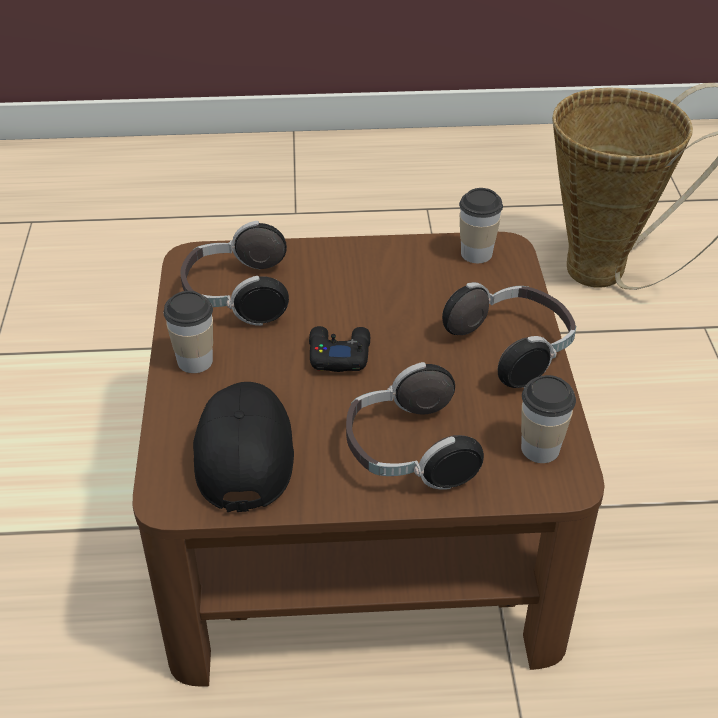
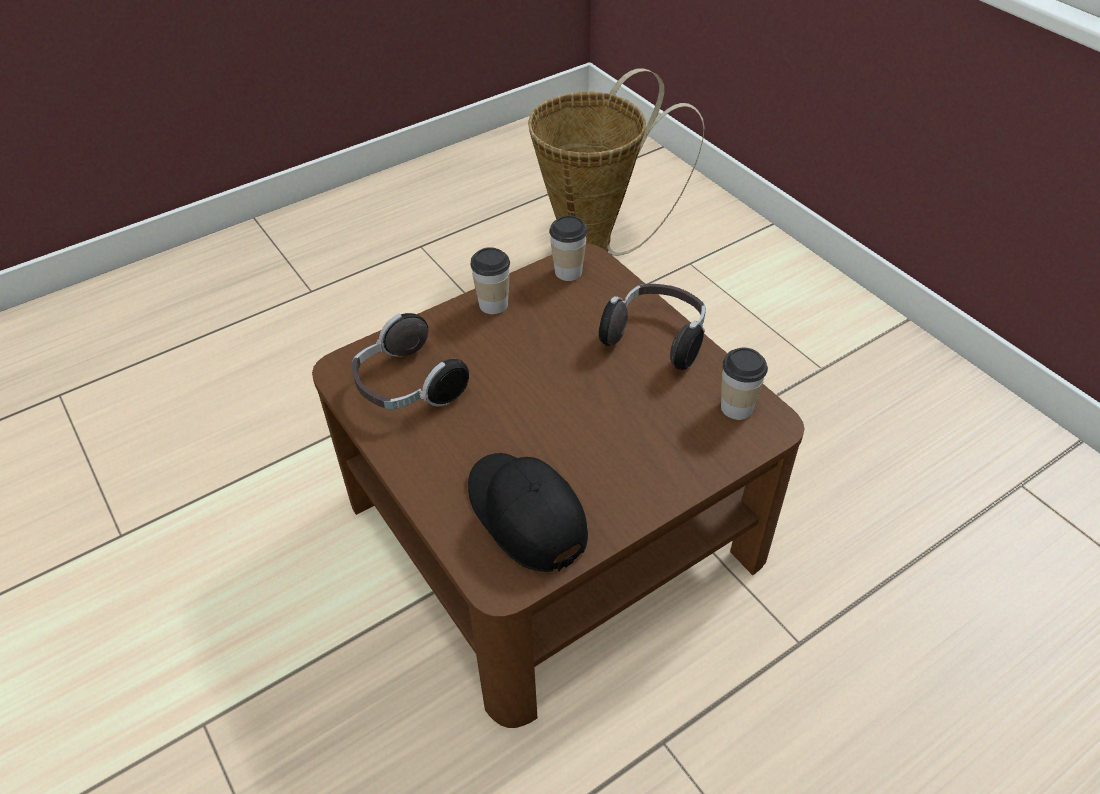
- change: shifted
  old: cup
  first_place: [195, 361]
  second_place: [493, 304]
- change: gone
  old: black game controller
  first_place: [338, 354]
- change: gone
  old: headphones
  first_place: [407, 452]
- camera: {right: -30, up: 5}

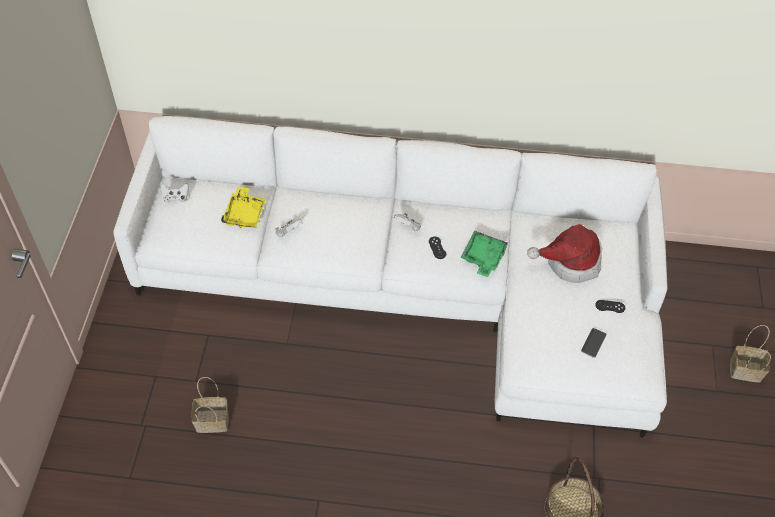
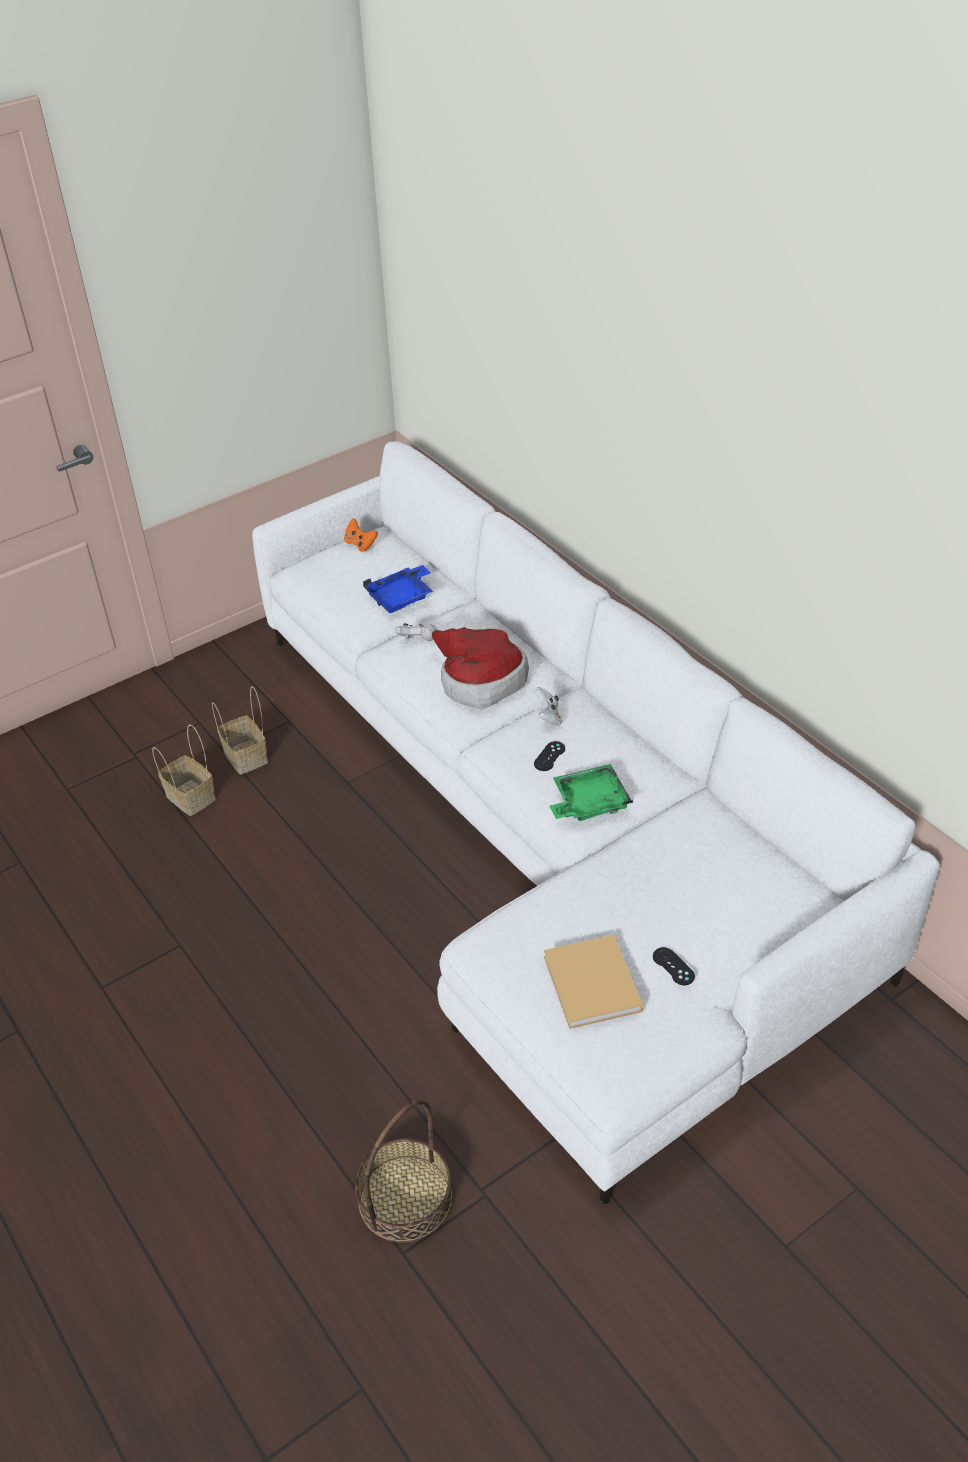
- change: shifted
  old: basket
  first_place: [746, 370]
  second_place: [247, 757]
- change: repainted
  old: white game controller
  new: orange game controller
  first_place: [176, 197]
  second_place: [360, 544]
- change: repainted
  old: yellow tray
  new: blue tray
  first_place: [245, 214]
  second_place: [401, 597]
- change: shifted
  old: hat
  first_place: [569, 261]
  second_place: [477, 680]
- change: swapped
  old: phone
  new: beige book
  first_place: [593, 343]
  second_place: [593, 986]
- camera: {right: 50, up: -10}

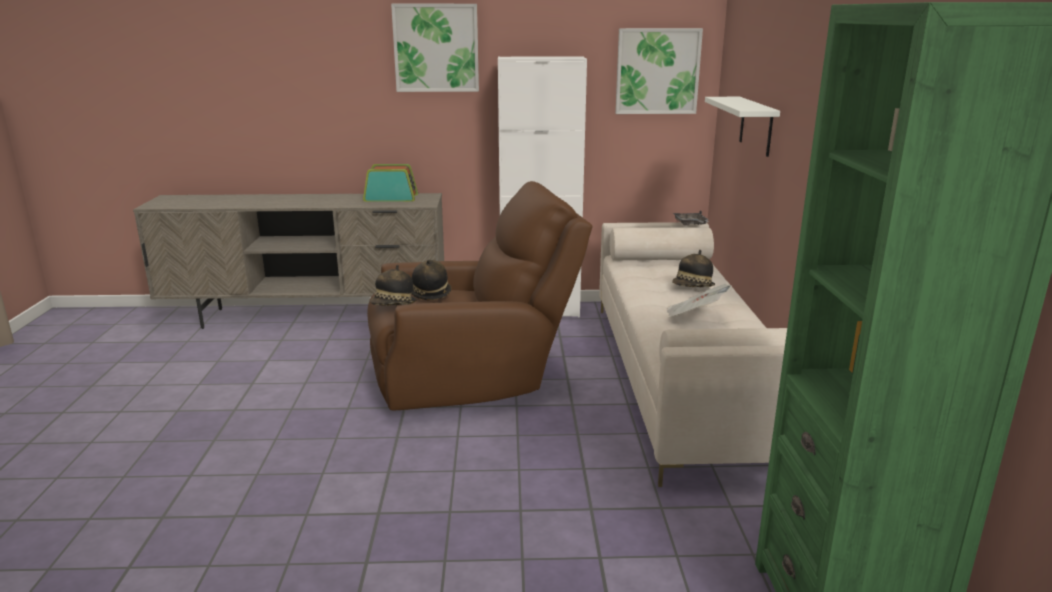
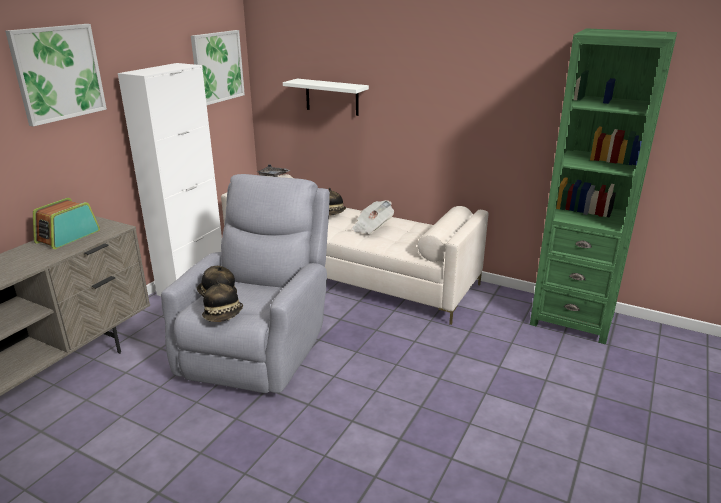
- change: repainted
  old: brown armchair
  new: grey armchair
  first_place: [473, 377]
  second_place: [259, 344]
- camera: {right: -60, up: 5}

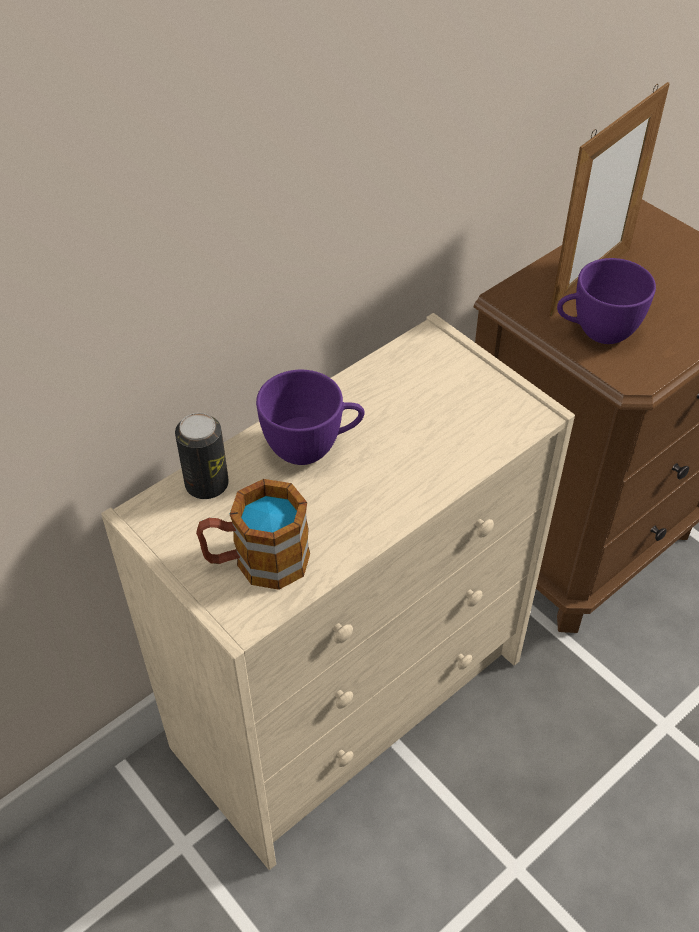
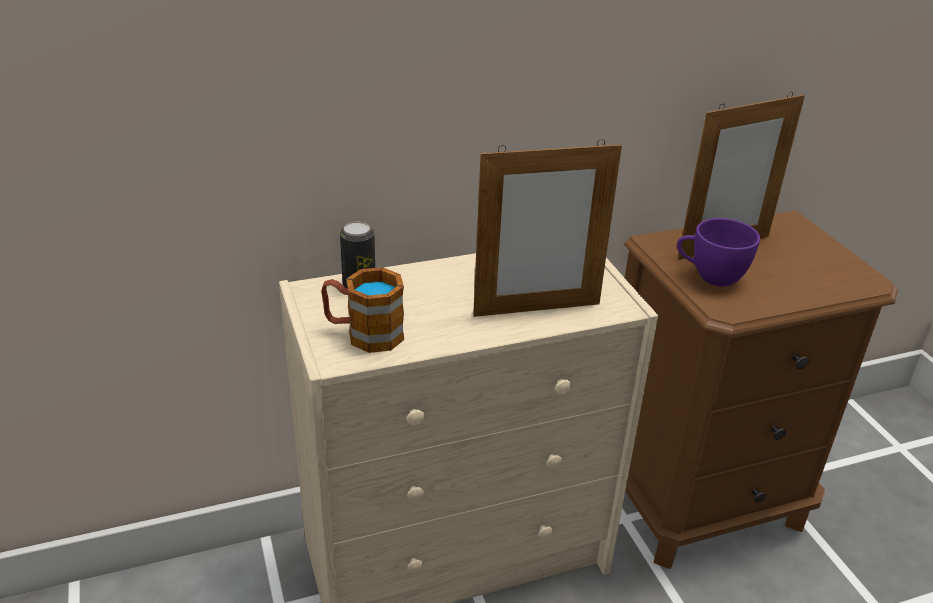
- change: new
  new: picture frame
  second_place: [537, 309]
- change: gone
  old: purple cup
  first_place: [312, 447]
- camera: {right: 20, up: -15}

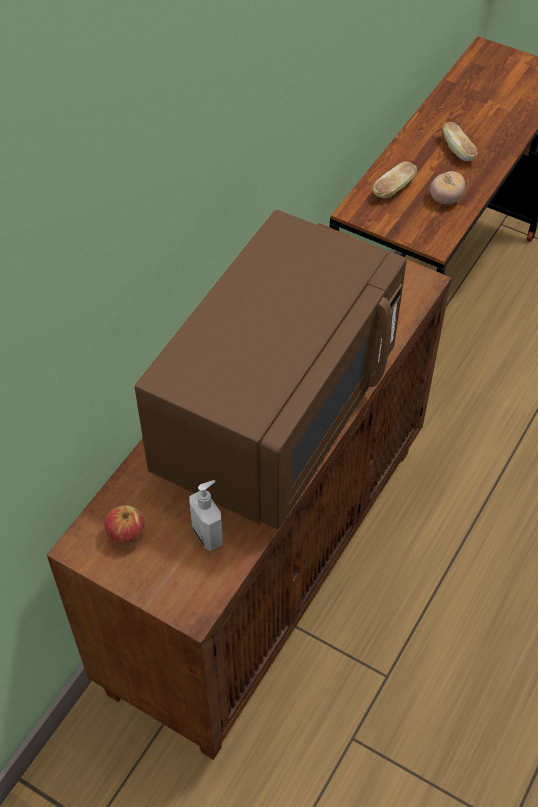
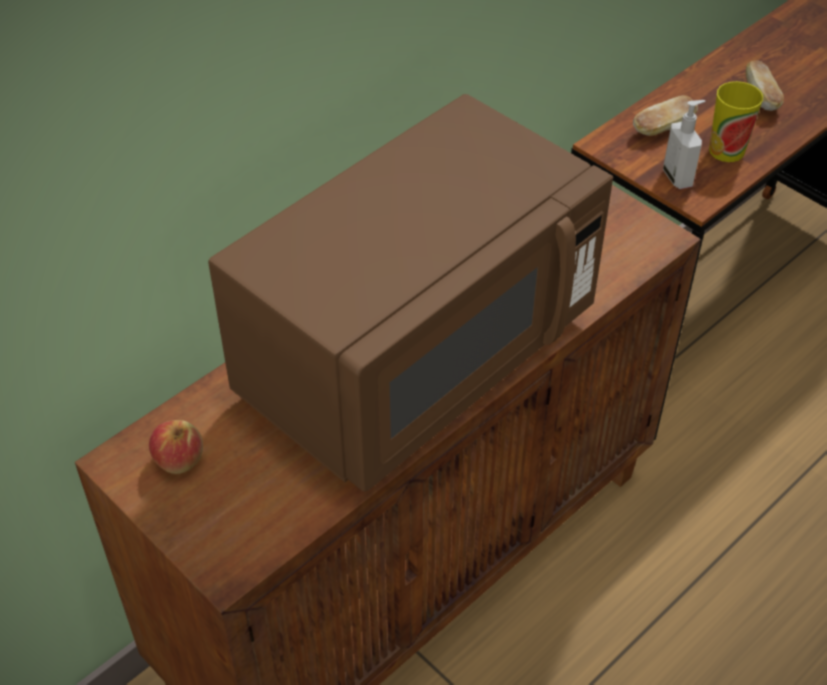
- change: shifted
  old: soap dispenser
  first_place: [208, 535]
  second_place: [678, 178]
- change: swapped
  old: tomato
  new: cup
  first_place: [445, 199]
  second_place: [726, 150]
- camera: {right: 15, up: -5}

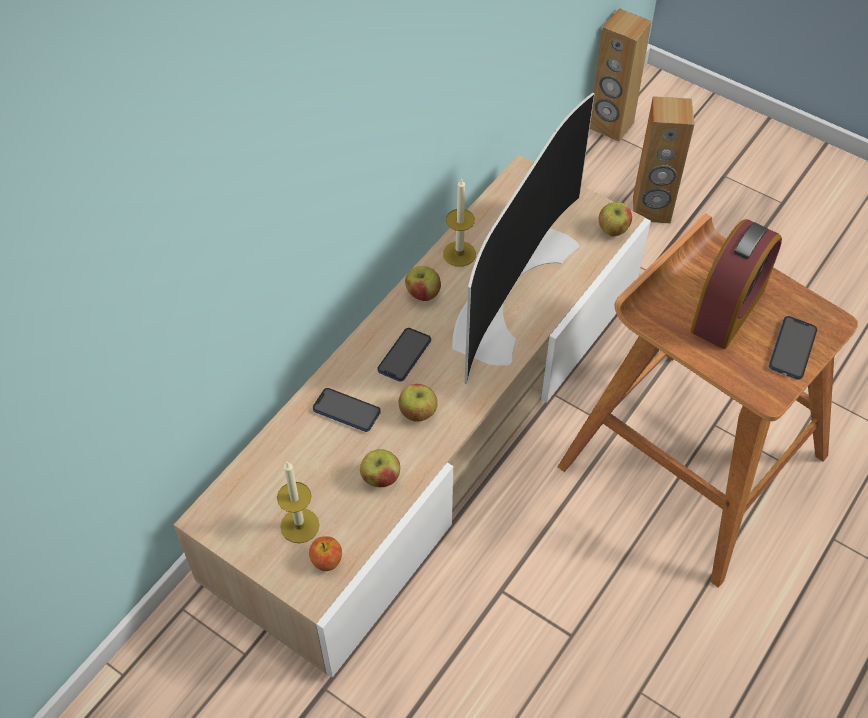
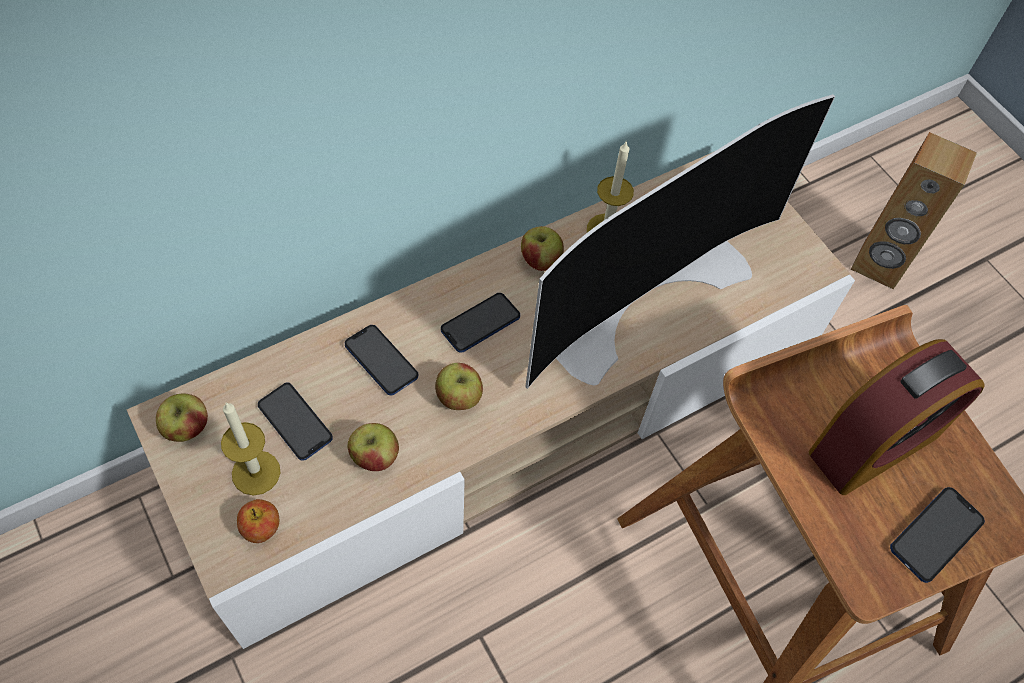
- change: shifted
  old: apple
  first_place: [613, 230]
  second_place: [187, 428]
- change: new
  new: phone
  second_place: [295, 422]
- change: gone
  old: brown speaker
  first_place: [610, 125]
- camera: {right: 20, up: 5}

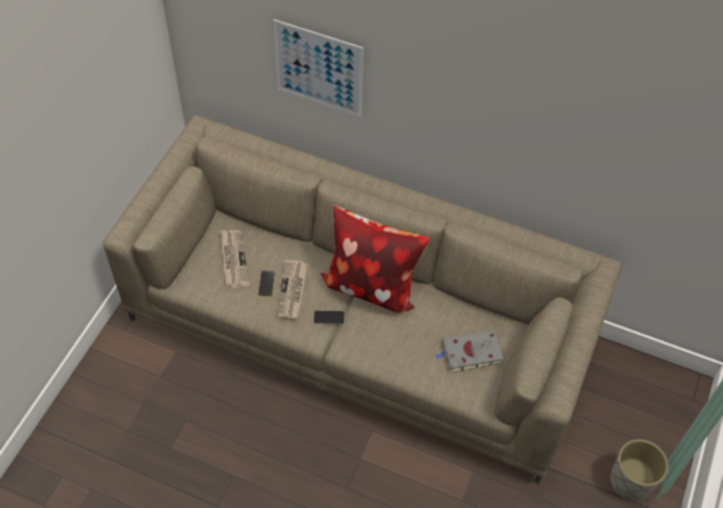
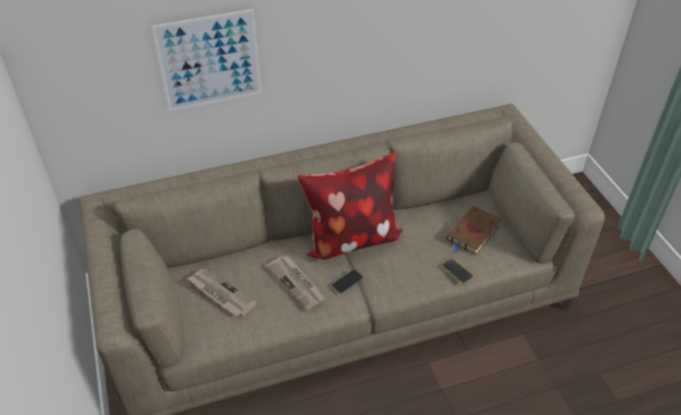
- change: shifted
  old: phone
  first_place: [266, 283]
  second_place: [457, 271]
- change: repainted
  old: grey book
  new: brown book
  first_place: [469, 353]
  second_place: [473, 234]
- change: gone
  old: grey planter
  first_place: [631, 482]
- camera: {right: -40, up: -10}

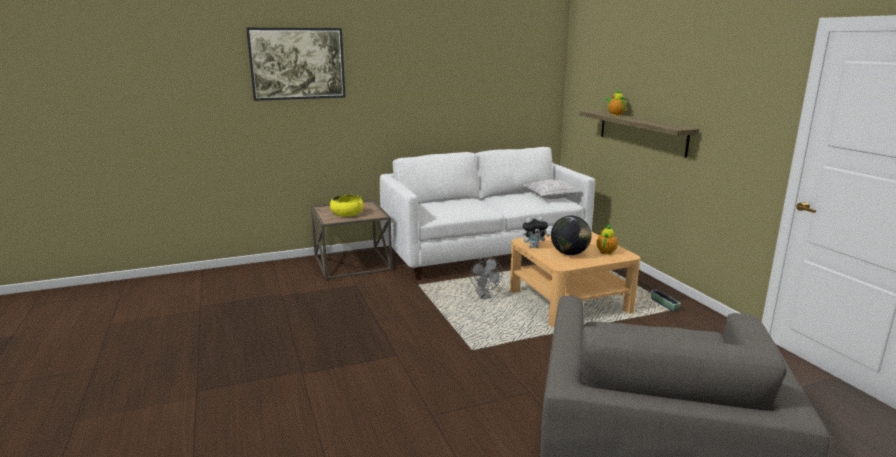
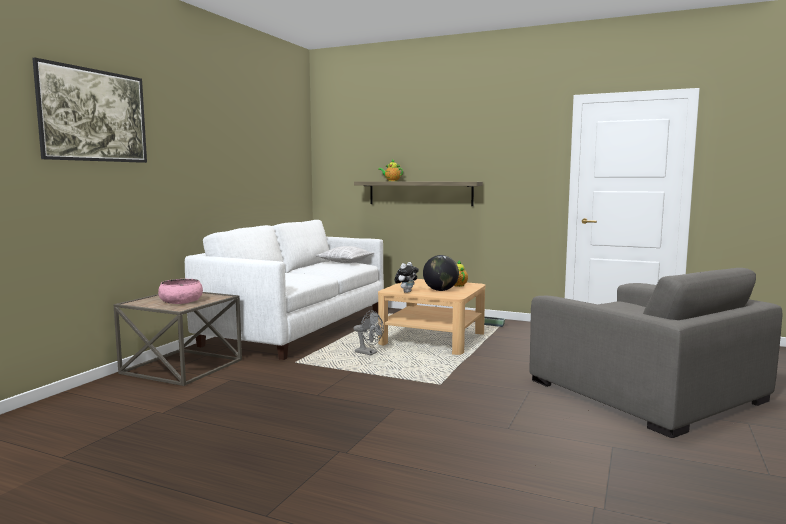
- change: repainted
  old: yellow bowl
  new: pink bowl
  first_place: [347, 213]
  second_place: [181, 301]
- camera: {right: -45, up: -10}

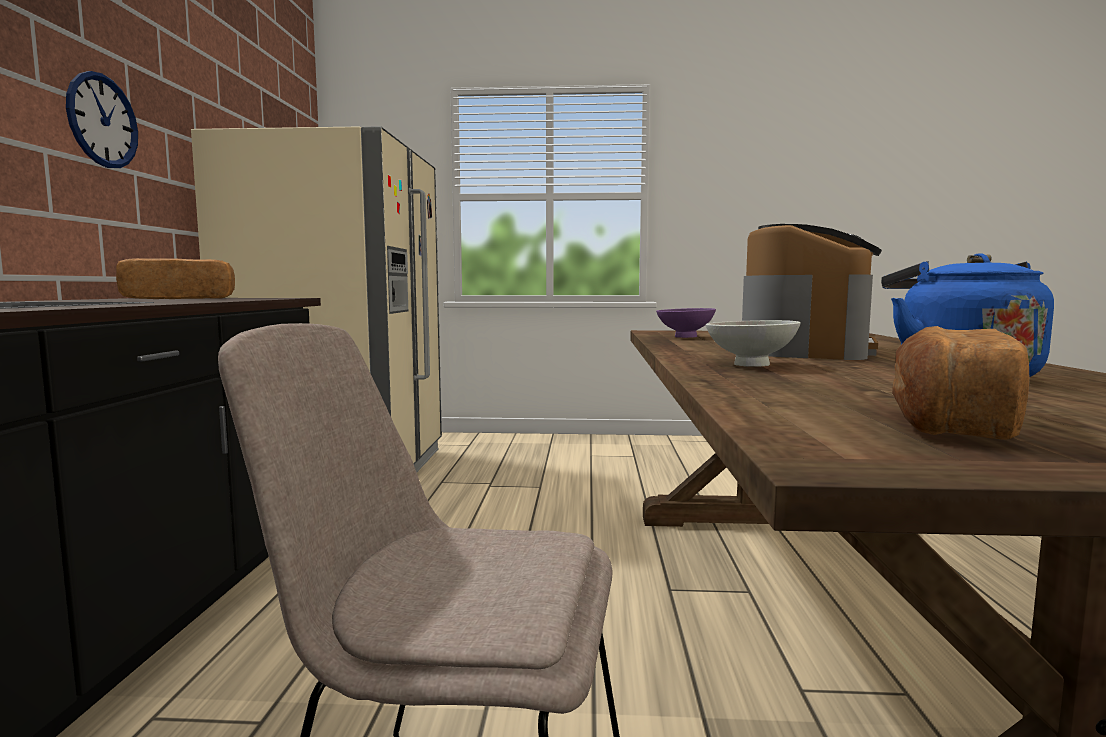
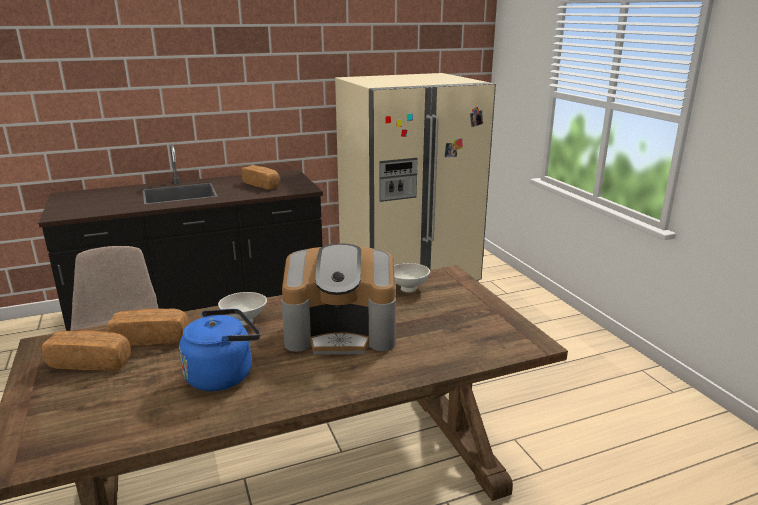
- change: new
  new: bread
  second_place: [151, 338]
- change: repainted
  old: purple bowl
  new: white bowl
  first_place: [685, 337]
  second_place: [407, 288]
- change: gone
  old: wall clock
  first_place: [102, 121]
- camera: {right: 65, up: 15}

